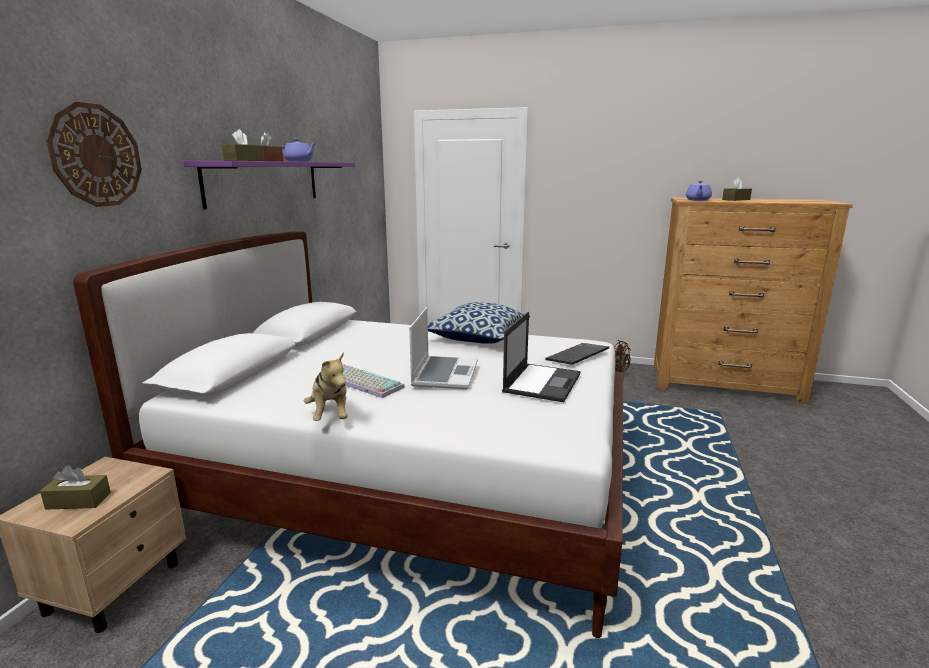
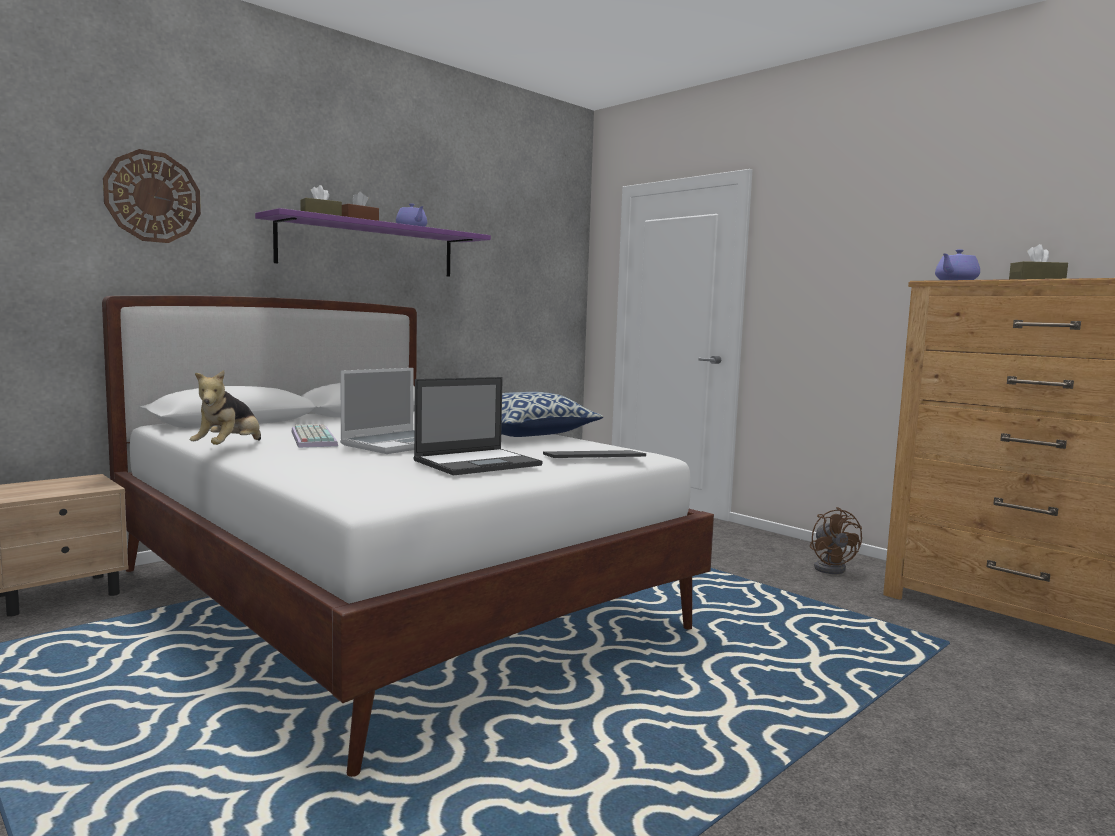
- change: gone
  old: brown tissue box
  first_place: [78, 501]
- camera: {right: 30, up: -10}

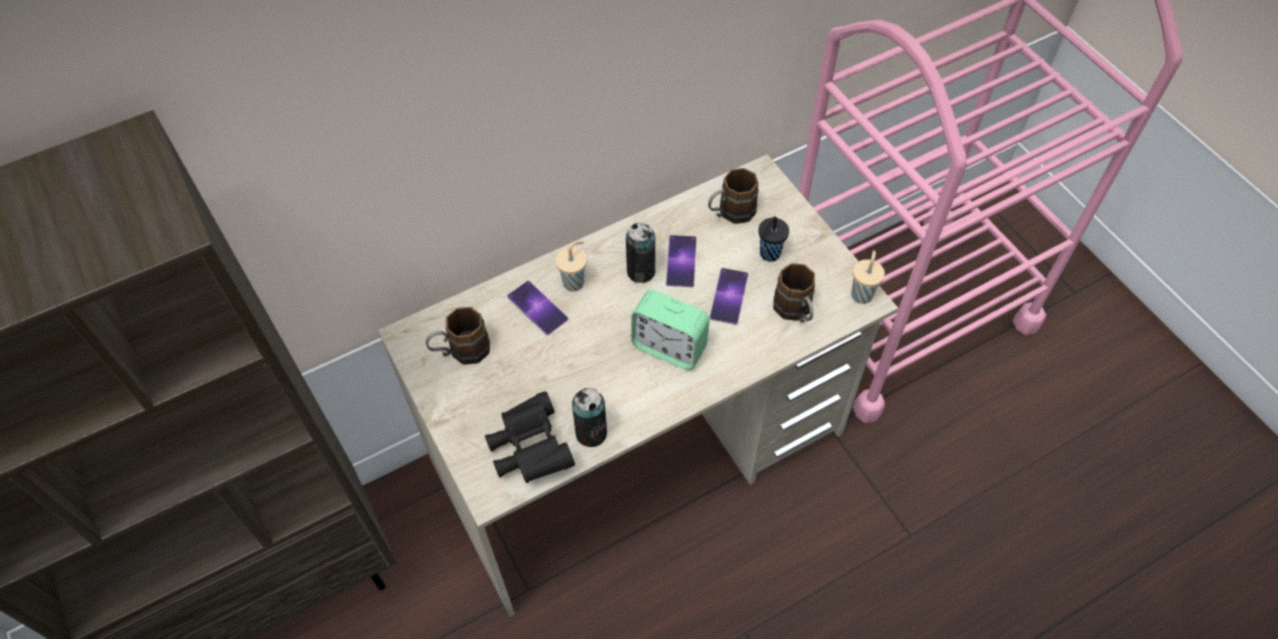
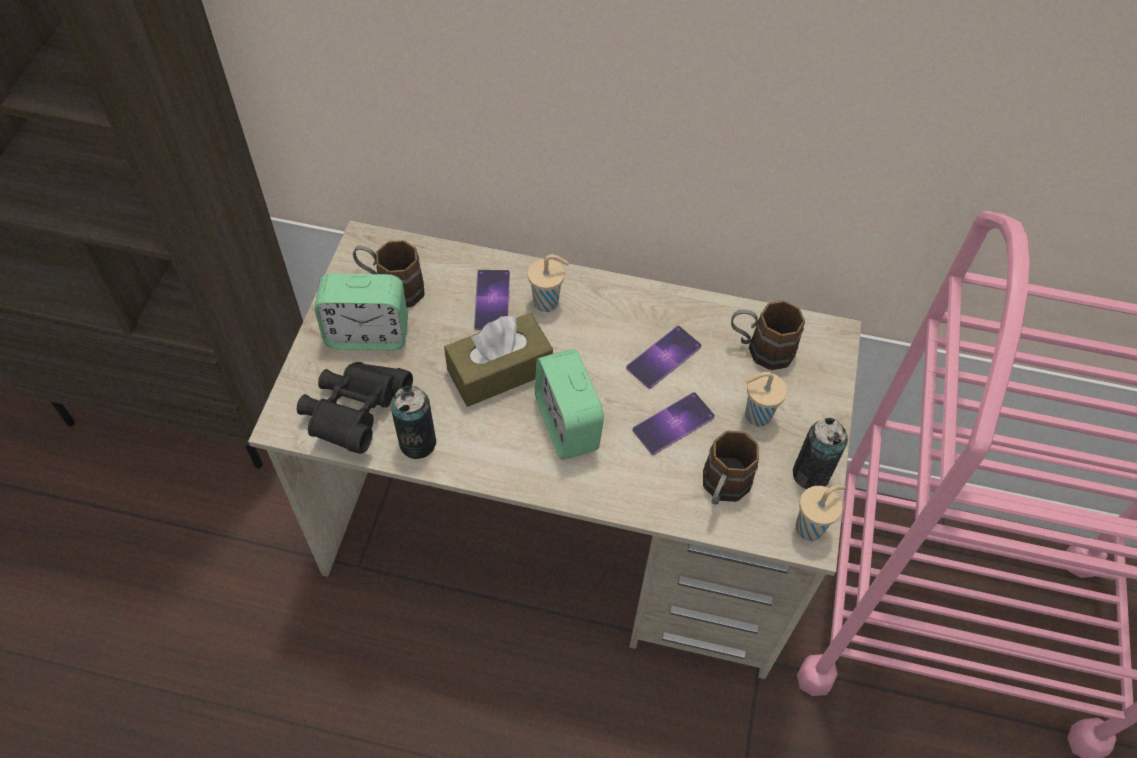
- change: new
  new: alarm clock
  second_place: [368, 334]
- change: new
  new: brown tissue box
  second_place: [499, 371]
- change: repainted
  old: black cup
  new: beige cup
  first_place: [768, 254]
  second_place: [756, 415]
- change: shifted
  old: can
  first_place: [641, 271]
  second_place: [810, 474]
- camera: {right: 40, up: 0}

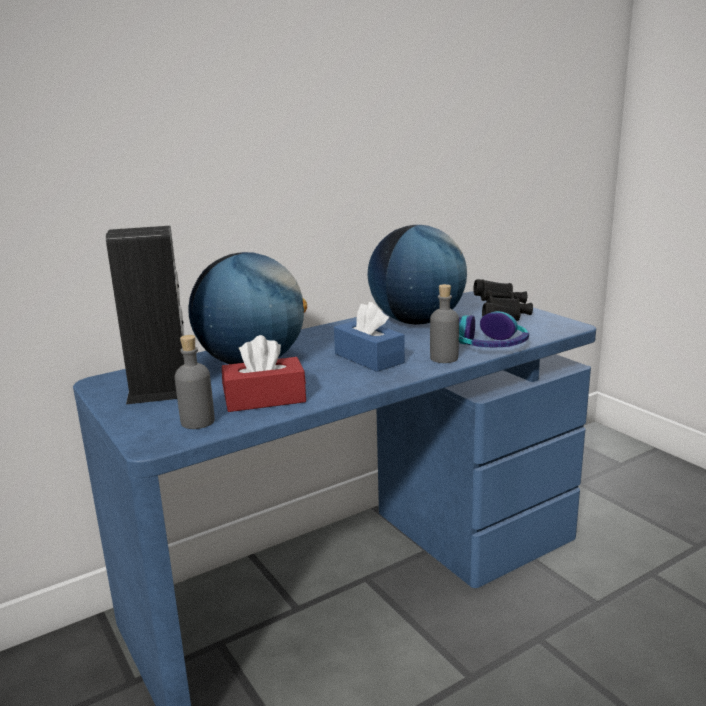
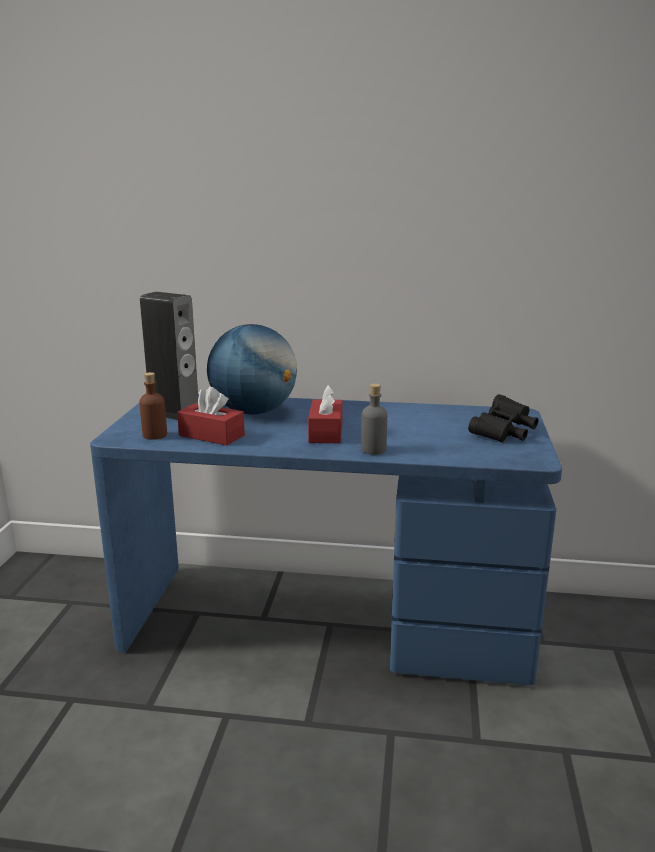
- change: repainted
  old: grey bottle
  new: brown bottle
  first_place: [197, 421]
  second_place: [155, 435]
- change: repainted
  old: blue tissue box
  new: red tissue box
  first_place: [369, 358]
  second_place: [326, 432]
- change: gone
  old: globe
  first_place: [417, 322]
- change: gone
  old: headphones
  first_place: [490, 346]
- camera: {right: 40, up: 0}

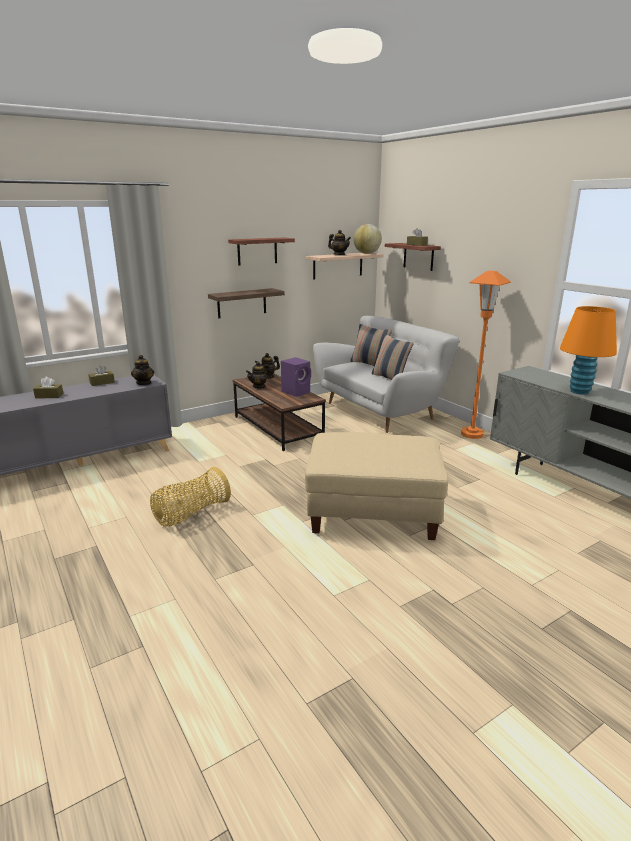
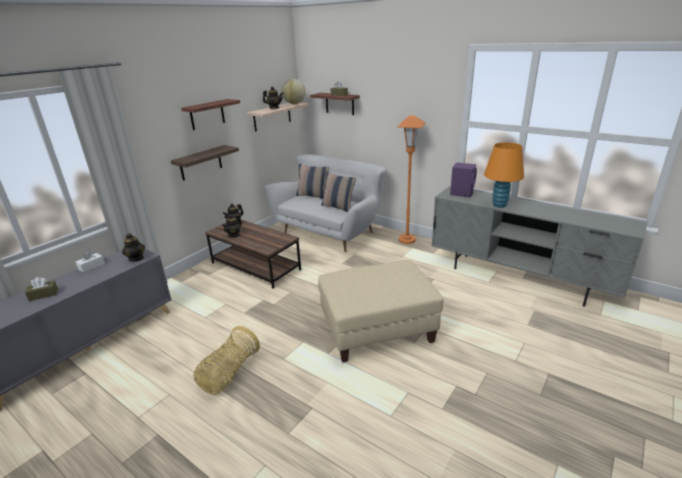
- change: repainted
  old: brown tissue box
  new: white tissue box
  first_place: [102, 382]
  second_place: [91, 266]
- change: shifted
  old: purple speaker
  first_place: [296, 392]
  second_place: [462, 193]
- camera: {right: -20, up: 5}

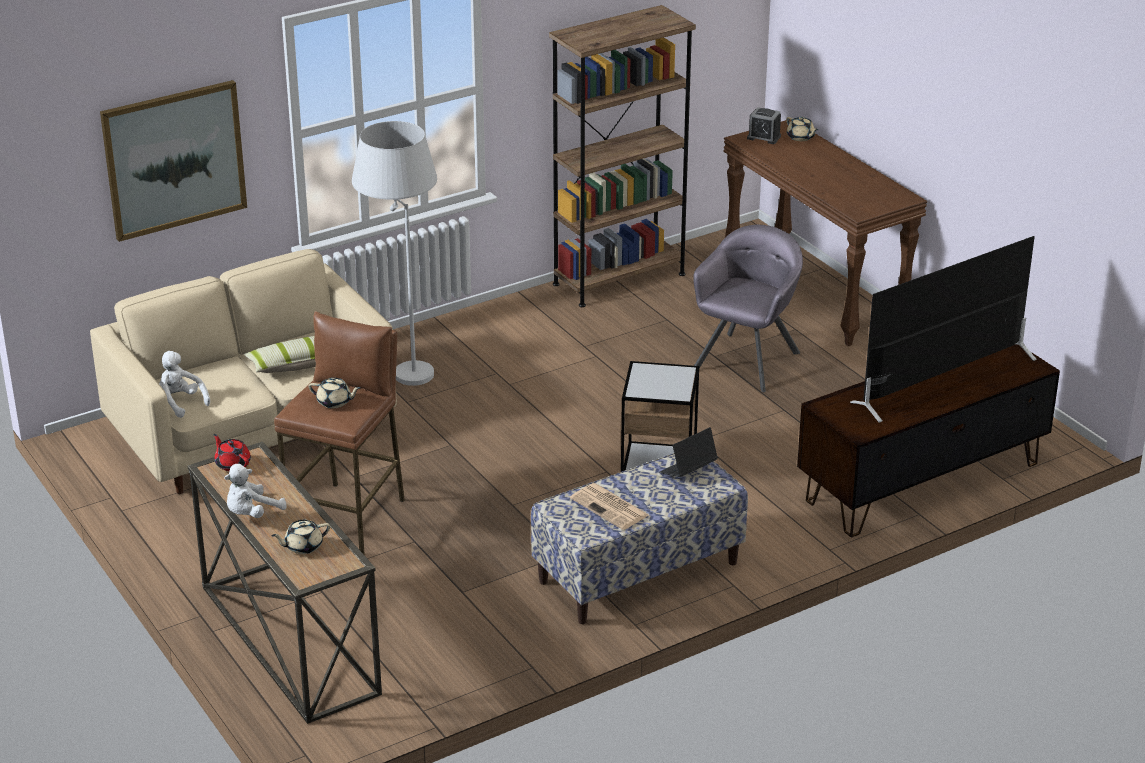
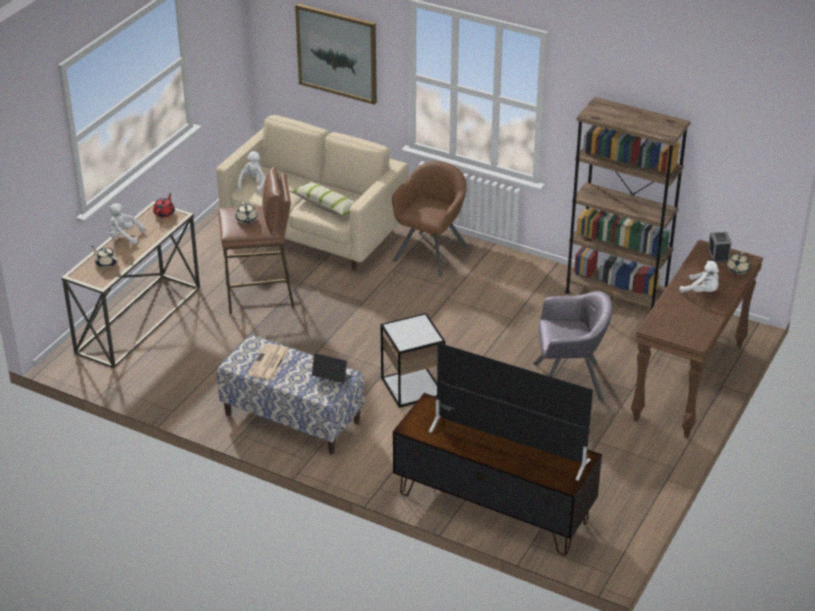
- change: swapped
  old: white floor lamp
  new: brown armchair
  first_place: [403, 365]
  second_place: [431, 253]
- change: new
  new: white plush toy
  second_place: [702, 291]
- camera: {right: 60, up: 5}

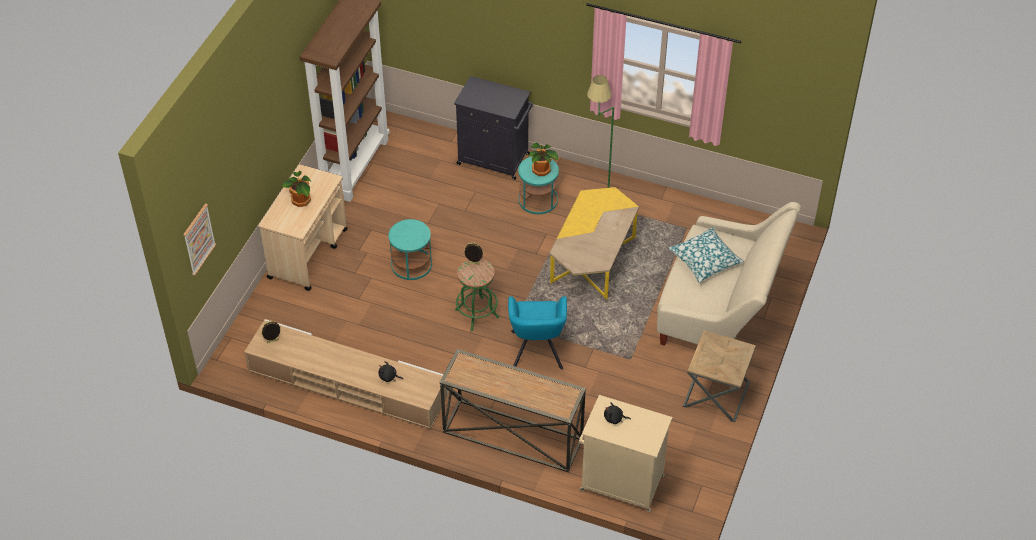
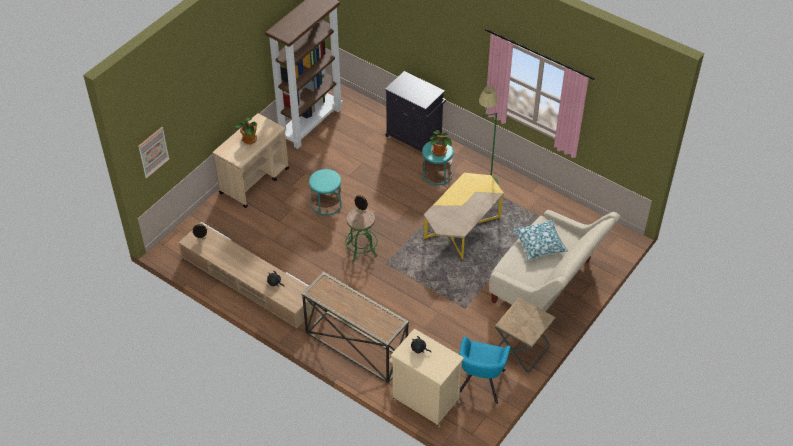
- change: shifted
  old: turquoise armchair
  first_place: [537, 352]
  second_place: [480, 384]
- camera: {right: 15, up: 0}

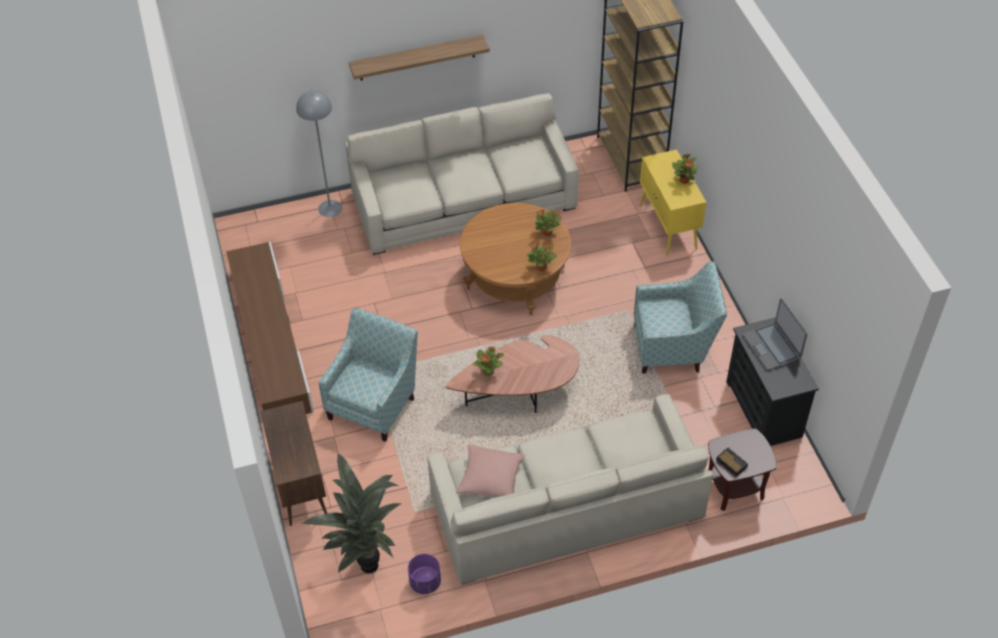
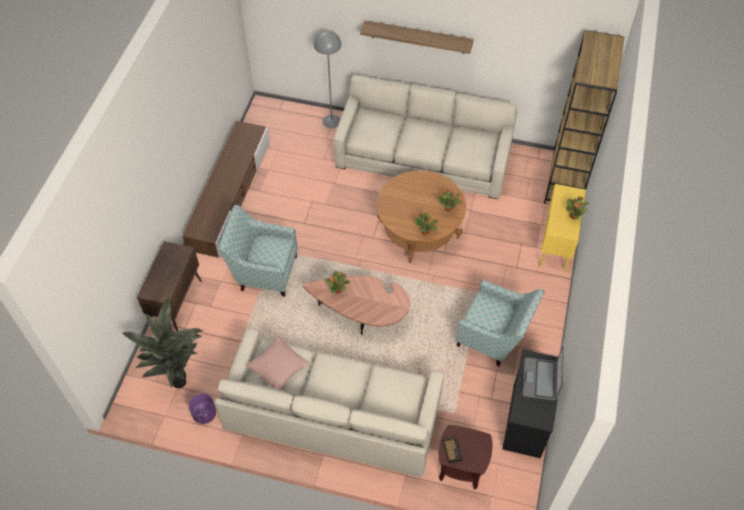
- change: rotated
  old: armchair
  first_place: [375, 402]
  second_place: [263, 271]
  degrees: -135
- camera: {right: 30, up: 5}

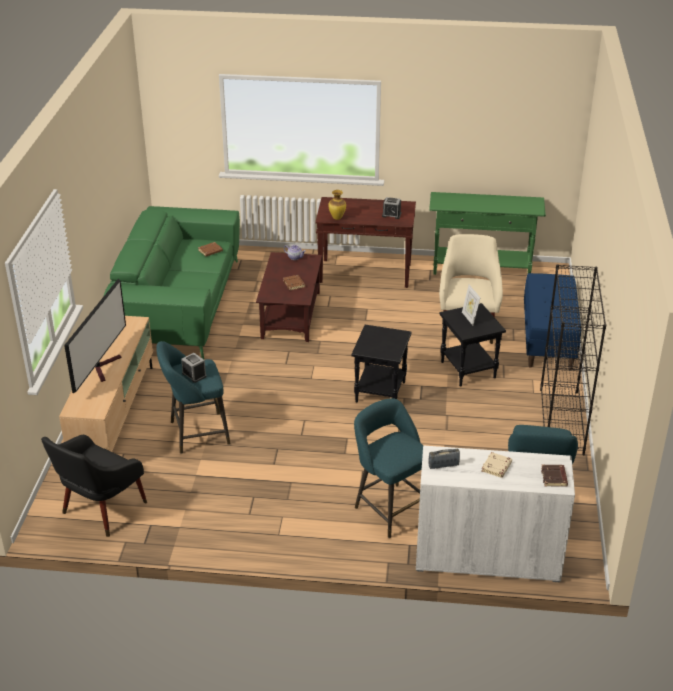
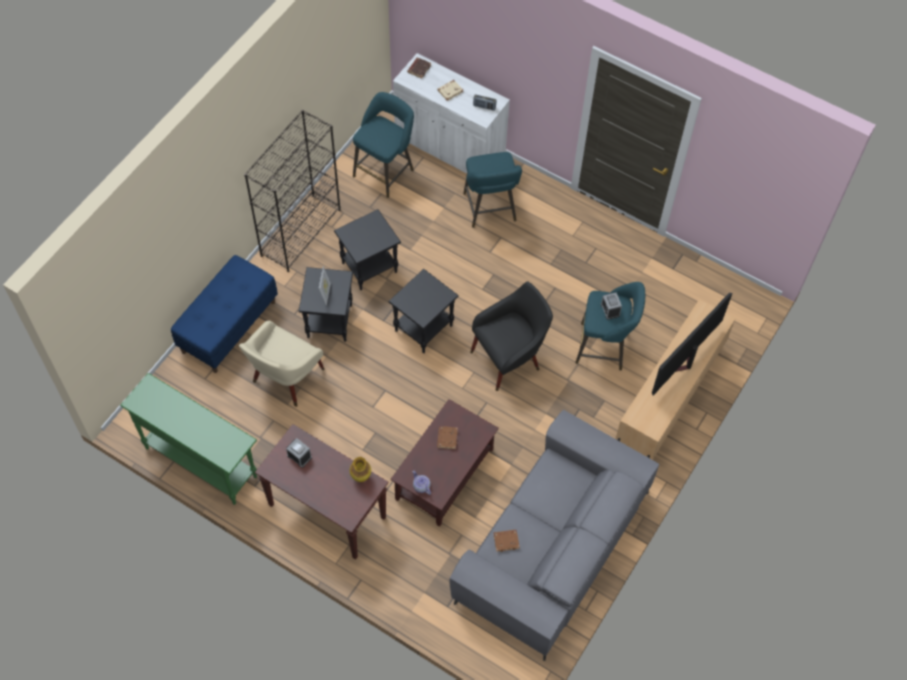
- change: new
  new: black side table
  second_place: [369, 266]
- change: repainted
  old: green sofa
  new: grey sofa
  first_place: [179, 305]
  second_place: [551, 546]
- change: shifted
  old: black armchair
  first_place: [100, 511]
  second_place: [509, 358]
- camera: {right: -155, up: 25}

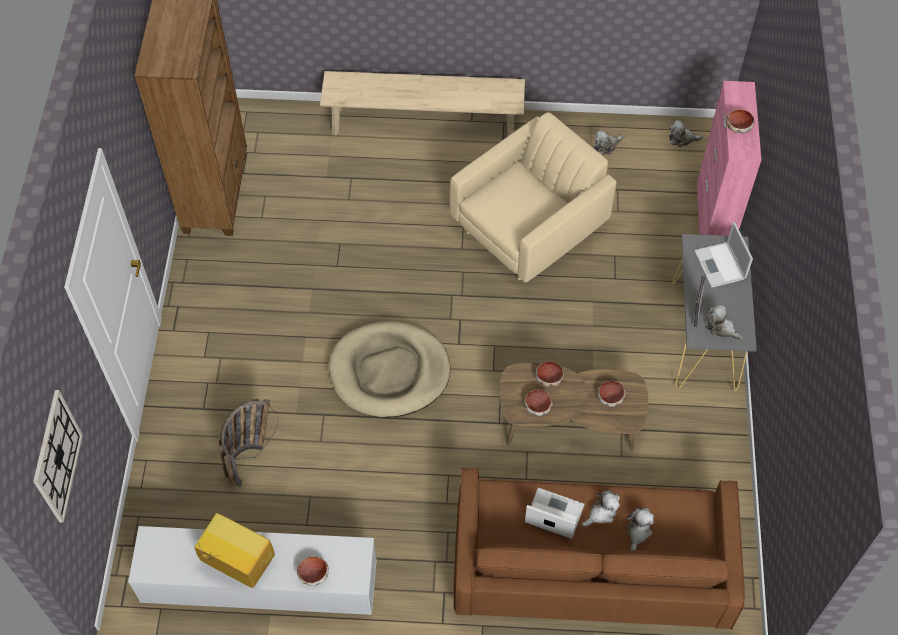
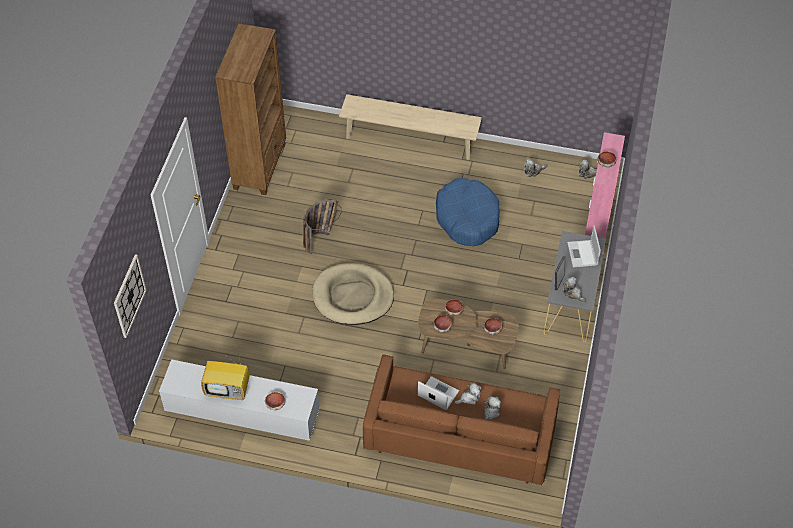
- change: rotated
  old: television
  first_place: [237, 562]
  second_place: [228, 390]
  degrees: 150
- change: shifted
  old: basket
  first_place: [250, 455]
  second_place: [320, 237]
- change: swapped
  old: beige armchair
  new: blue dog bed
  first_place: [529, 228]
  second_place: [467, 218]
- camera: {right: 10, up: -5}

